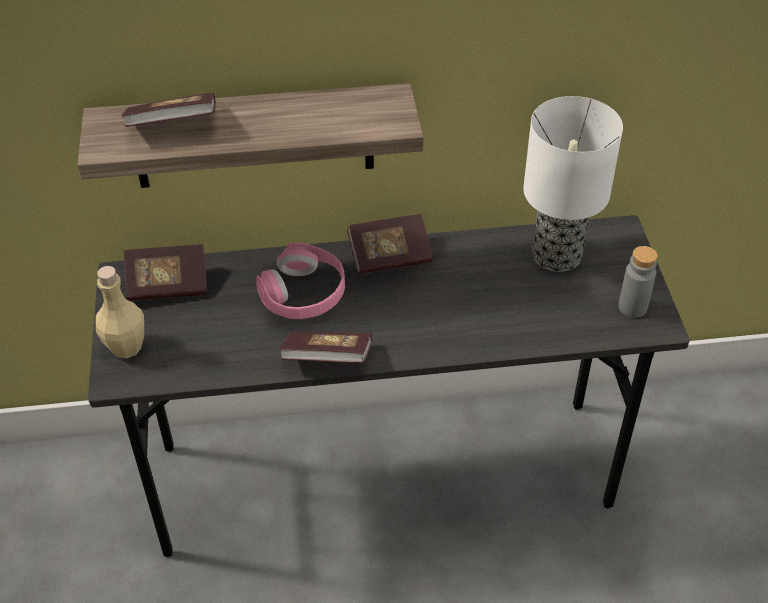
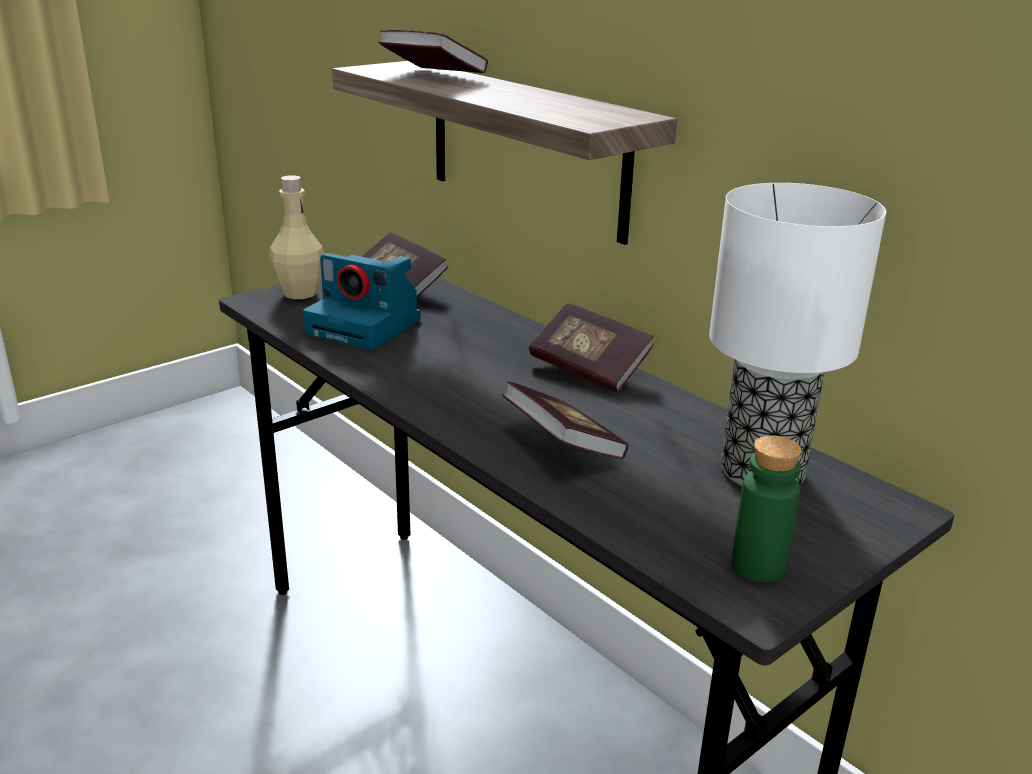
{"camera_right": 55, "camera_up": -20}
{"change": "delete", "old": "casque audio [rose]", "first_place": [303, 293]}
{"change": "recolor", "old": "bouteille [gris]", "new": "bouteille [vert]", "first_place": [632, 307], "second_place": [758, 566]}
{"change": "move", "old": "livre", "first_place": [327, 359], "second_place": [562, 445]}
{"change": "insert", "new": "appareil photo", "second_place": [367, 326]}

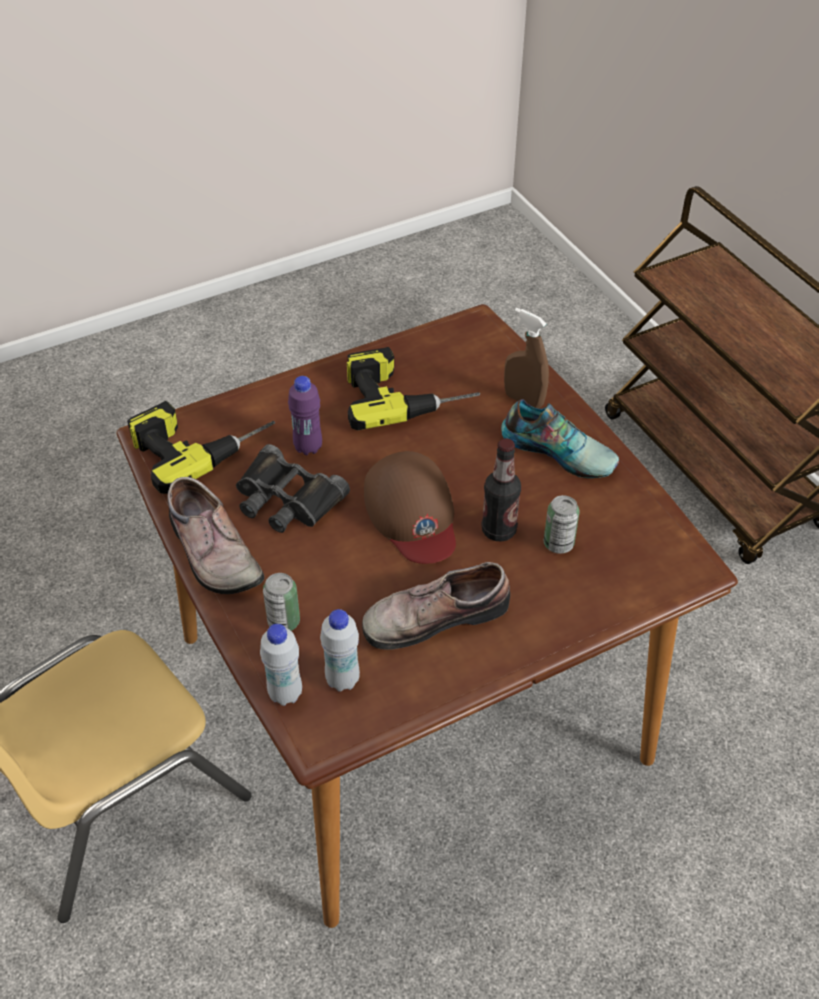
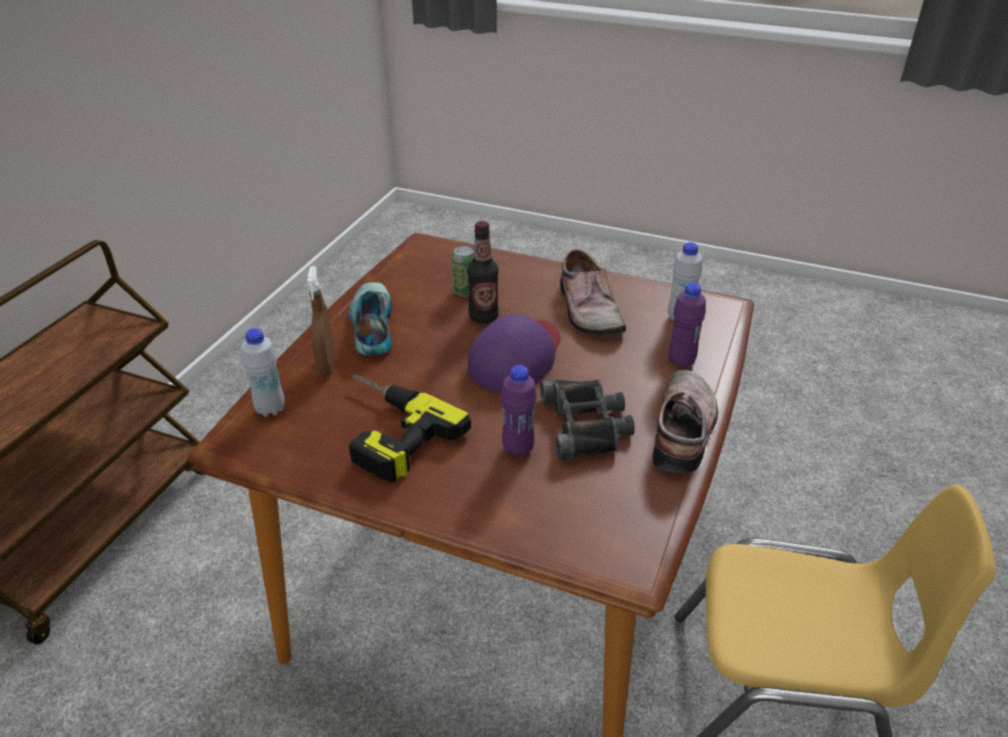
{"camera_right": -130, "camera_up": -10}
{"change": "delete", "old": "perceuse", "first_place": [199, 442]}
{"change": "recolor", "old": "casquette [marron]", "new": "casquette [violet]", "first_place": [412, 513], "second_place": [517, 358]}
{"change": "rotate", "old": "chaussure", "first_place": [433, 614], "second_place": [586, 309], "degrees": 45}
{"change": "replace", "old": "boîte métallique", "new": "bouteille [violet]", "first_place": [284, 621], "second_place": [681, 361]}
{"change": "move", "old": "bouteille [blanc]", "first_place": [285, 694], "second_place": [270, 409]}

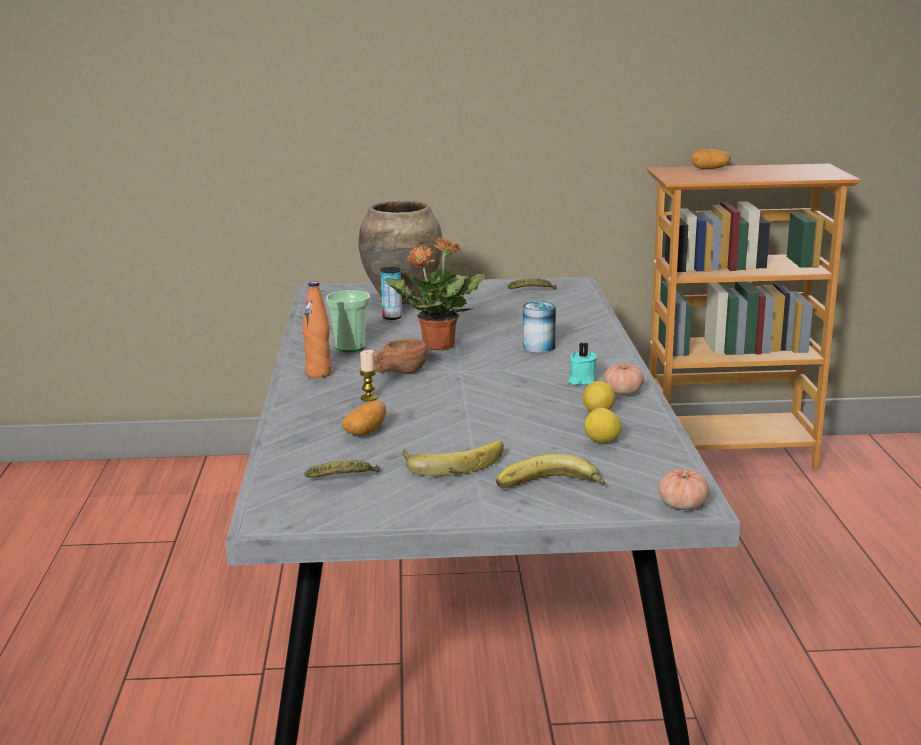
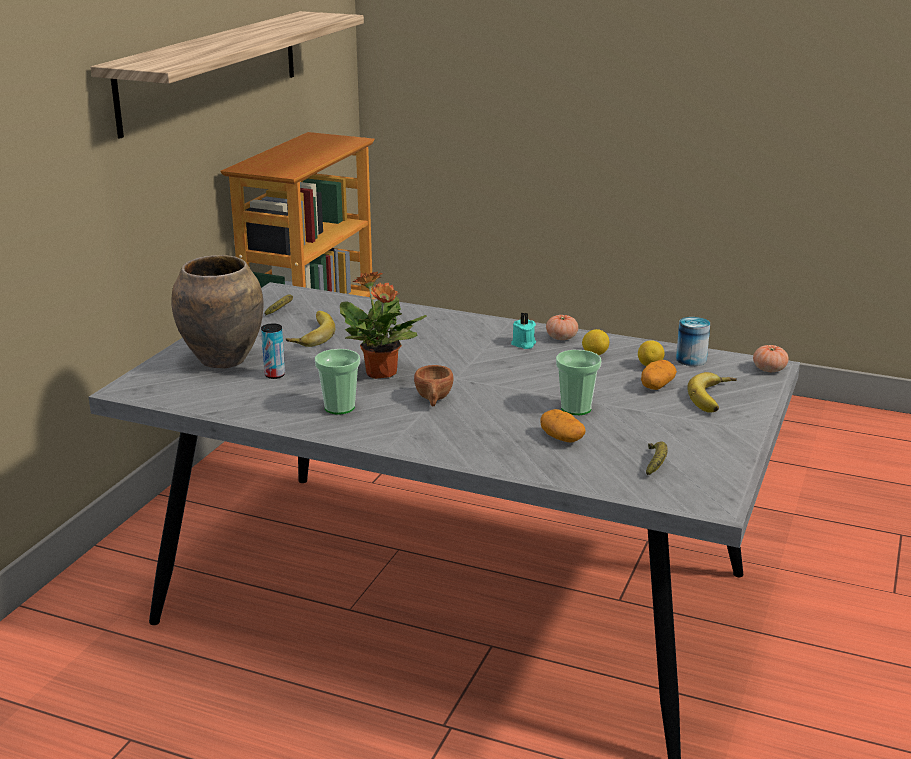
{"camera_right": -65, "camera_up": 5}
{"change": "move", "old": "pomme de terre", "first_place": [709, 169], "second_place": [657, 385]}
{"change": "delete", "old": "bouteille [orange]", "first_place": [318, 374]}
{"change": "move", "old": "boîte métallique", "first_place": [539, 347], "second_place": [691, 359]}
{"change": "delete", "old": "bougie", "first_place": [368, 398]}
{"change": "move", "old": "banane", "first_place": [453, 462], "second_place": [310, 334]}
{"change": "insert", "new": "étagère", "second_place": [211, 69]}
{"change": "insert", "new": "tasse", "second_place": [576, 408]}

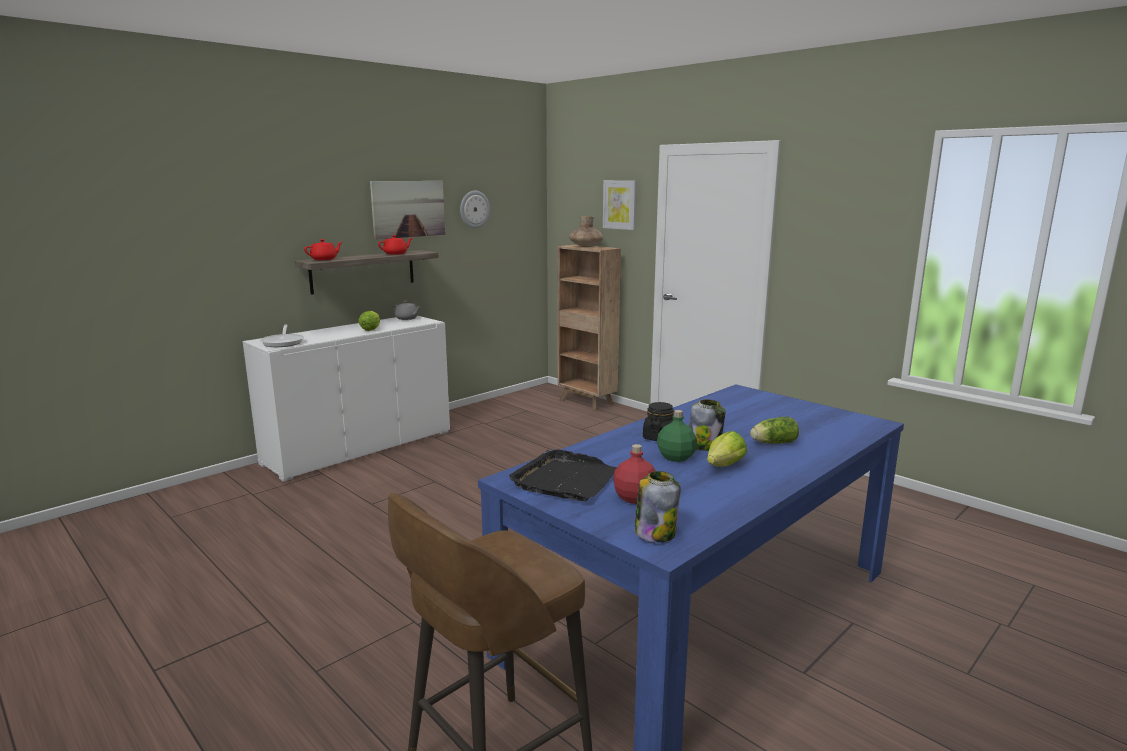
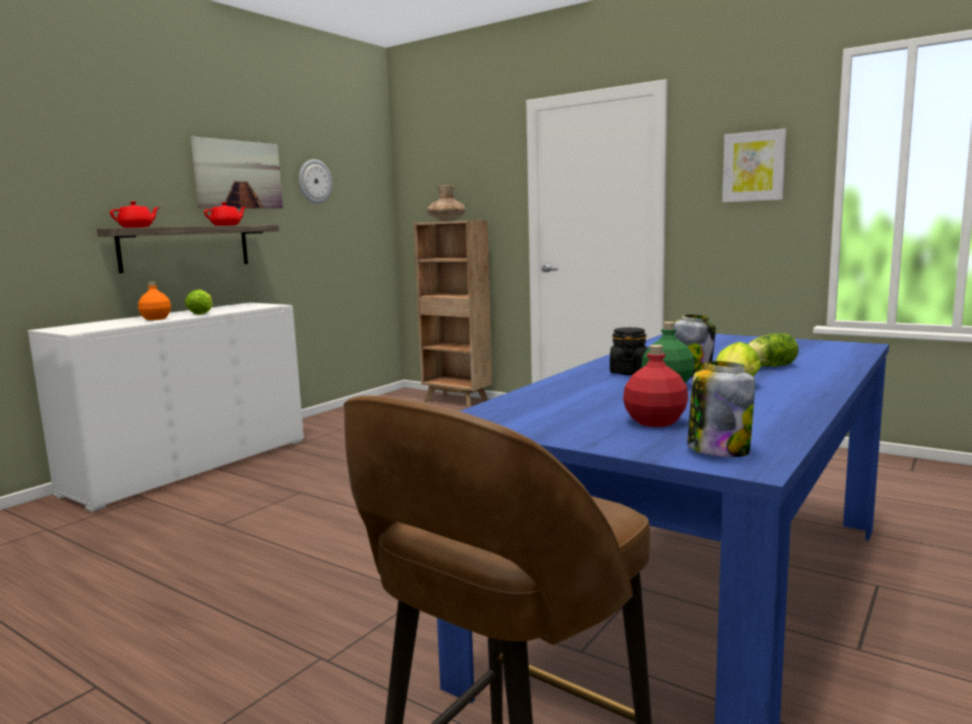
{"camera_right": -10, "camera_up": -5}
{"change": "move", "old": "tableau", "first_place": [620, 204], "second_place": [754, 166]}
{"change": "delete", "old": "théière [gris]", "first_place": [407, 318]}
{"change": "delete", "old": "poêle", "first_place": [283, 342]}
{"change": "delete", "old": "plateau [noir]", "first_place": [565, 480]}
{"change": "insert", "new": "bouteille [orange]", "second_place": [156, 319]}

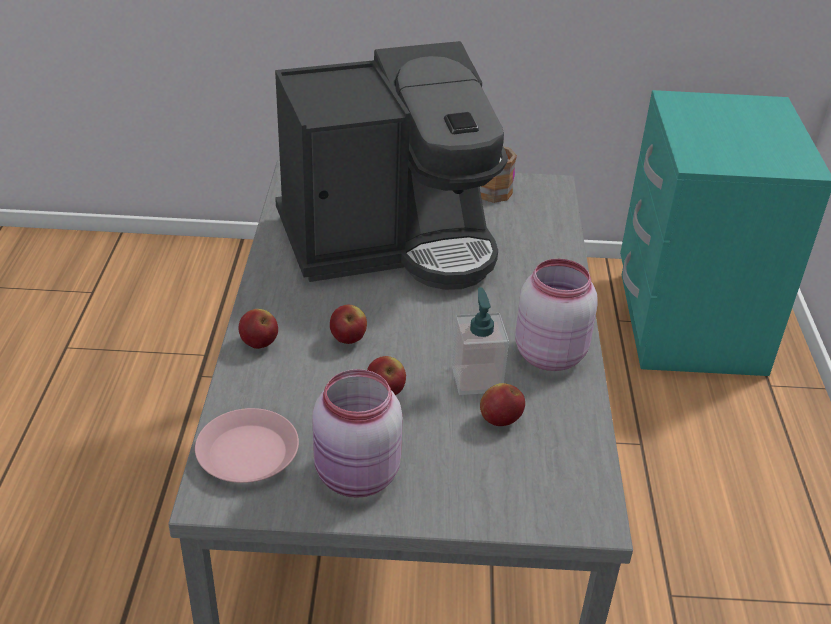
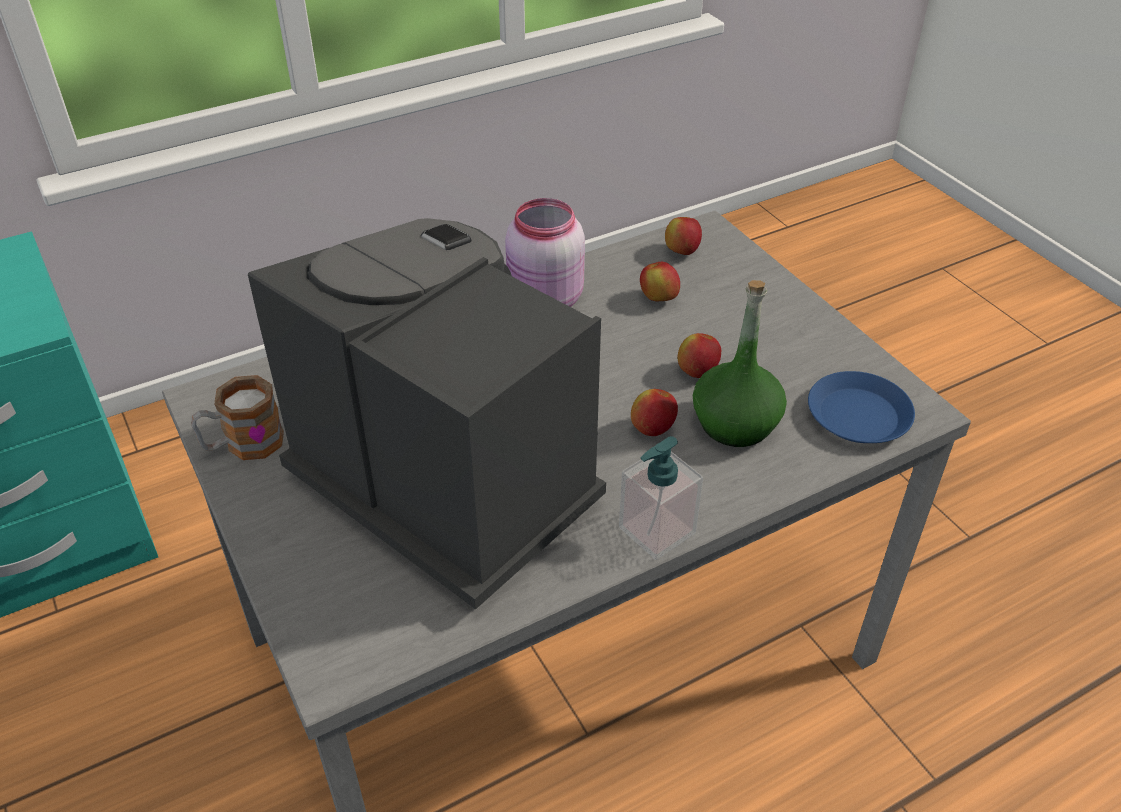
{"camera_right": -120, "camera_up": 5}
{"change": "move", "old": "distributeur de savon", "first_place": [476, 378], "second_place": [656, 530]}
{"change": "move", "old": "pomme", "first_place": [259, 344], "second_place": [681, 251]}
{"change": "delete", "old": "bocal [rose]", "first_place": [357, 477]}
{"change": "recolor", "old": "assiette [rose]", "new": "assiette [bleu]", "first_place": [247, 453], "second_place": [858, 416]}
{"change": "insert", "new": "bouteille [vert]", "second_place": [735, 423]}

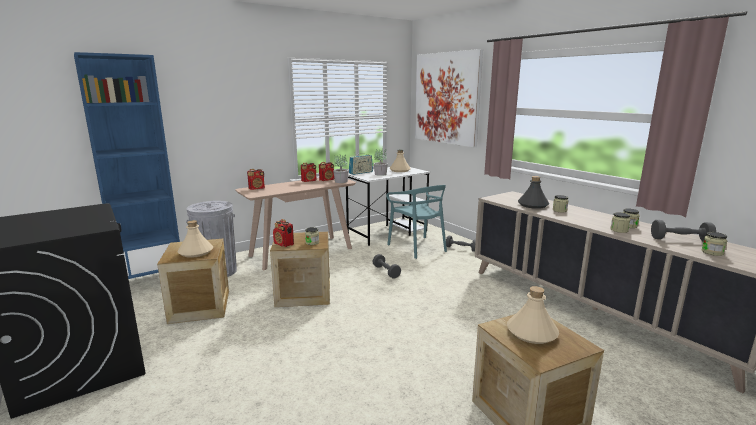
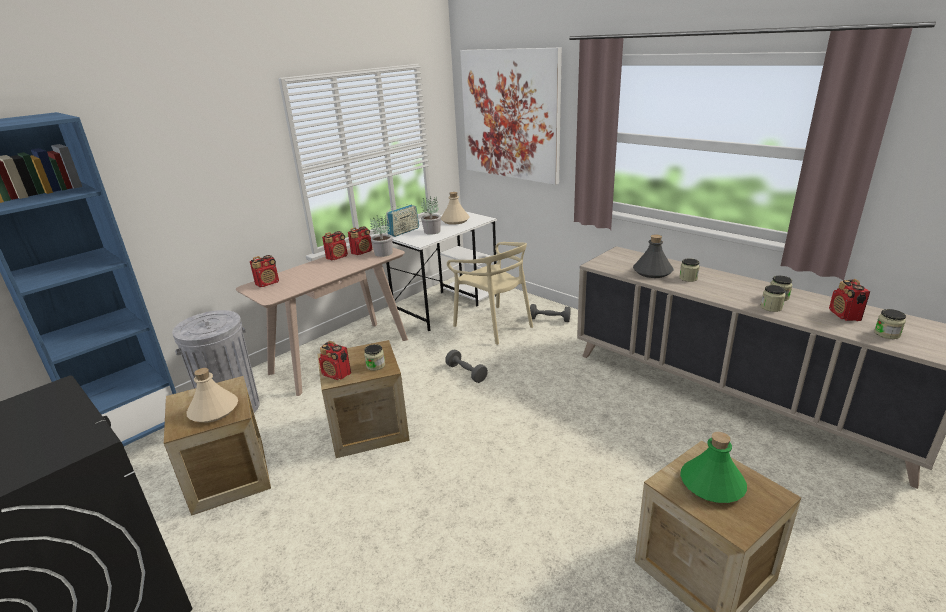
{"camera_right": -10, "camera_up": 10}
{"change": "recolor", "old": "chaise [turquoise]", "new": "chaise [beige]", "first_place": [417, 247], "second_place": [494, 325]}
{"change": "replace", "old": "haltère [gris]", "new": "radio", "first_place": [680, 240], "second_place": [844, 315]}
{"change": "recolor", "old": "bouteille [beige]", "new": "bouteille [vert]", "first_place": [531, 332], "second_place": [711, 484]}

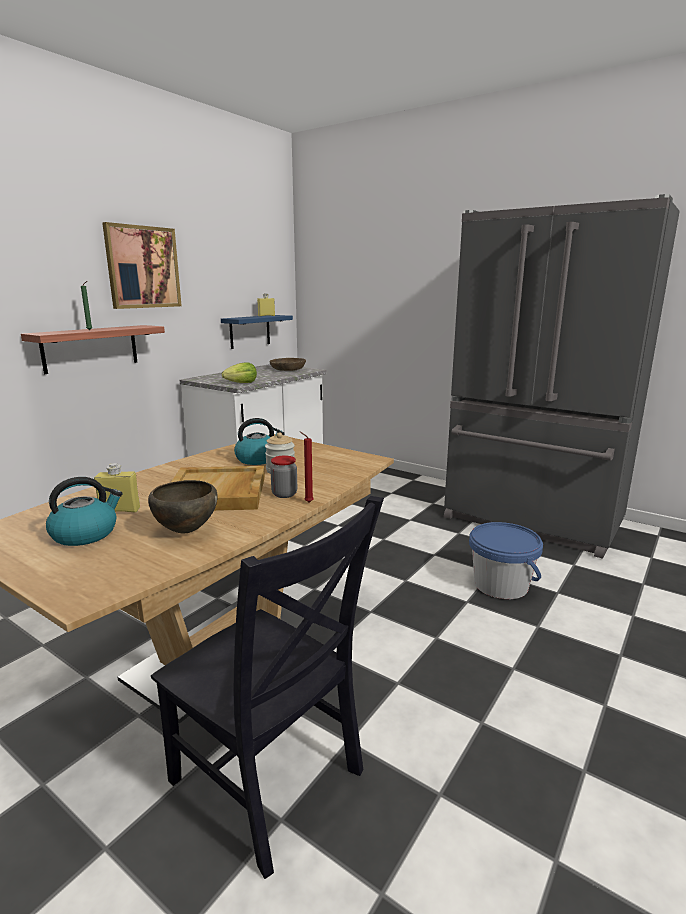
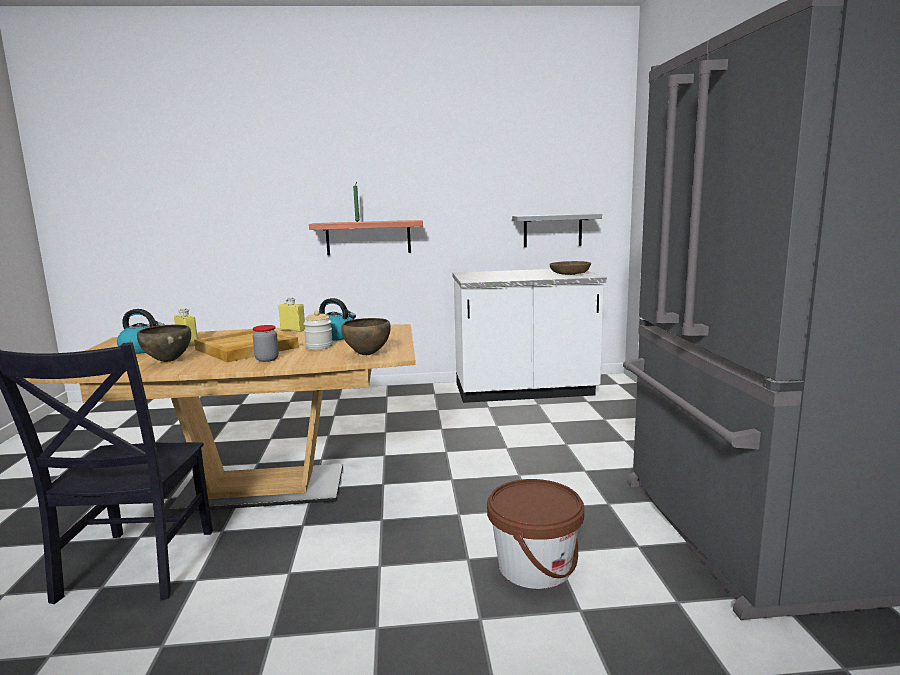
{"camera_right": 50, "camera_up": -5}
{"change": "delete", "old": "tableau", "first_place": [143, 267]}
{"change": "move", "old": "bouteille [jaune]", "first_place": [266, 316], "second_place": [293, 330]}
{"change": "recolor", "old": "étagère [bleu]", "new": "étagère [gris]", "first_place": [250, 331], "second_place": [552, 230]}
{"change": "delete", "old": "laitue", "first_place": [241, 383]}
{"change": "delete", "old": "bougie [rouge]", "first_place": [307, 502]}
{"change": "recolor", "old": "seau [bleu]", "new": "seau [marron]", "first_place": [501, 585], "second_place": [535, 566]}
{"change": "insert", "new": "bol [marron]", "second_place": [367, 354]}

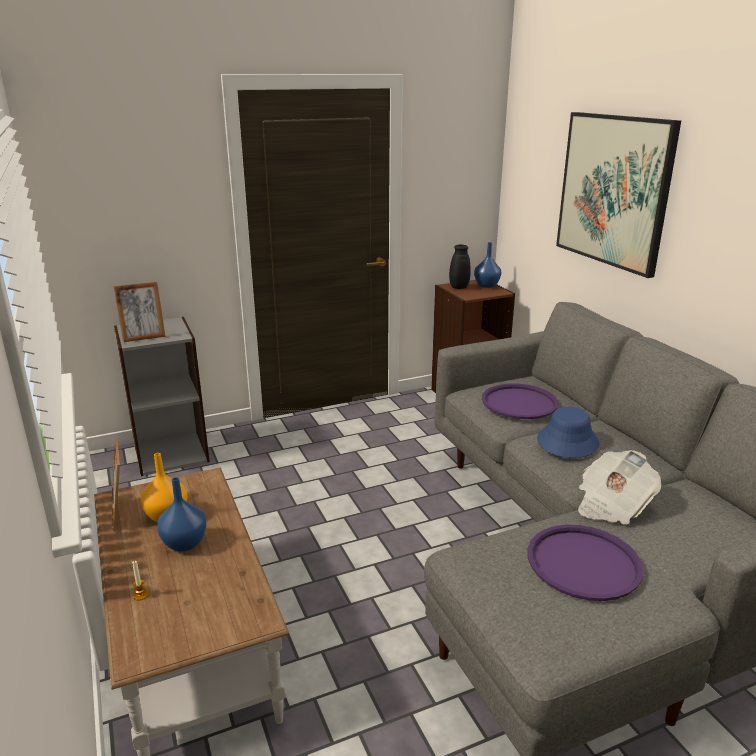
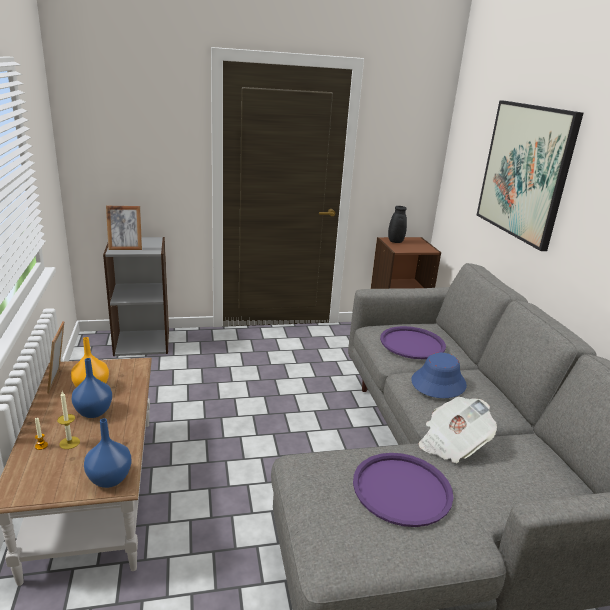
{"camera_right": 10, "camera_up": 0}
{"change": "move", "old": "vase [bleu]", "first_place": [487, 285], "second_place": [110, 478]}
{"change": "insert", "new": "bougie", "second_place": [69, 443]}

